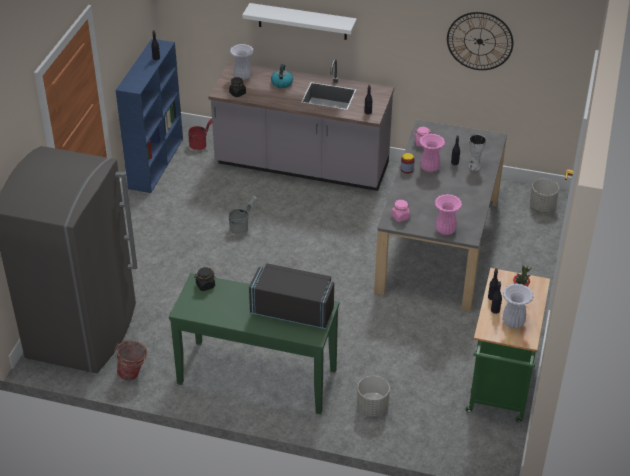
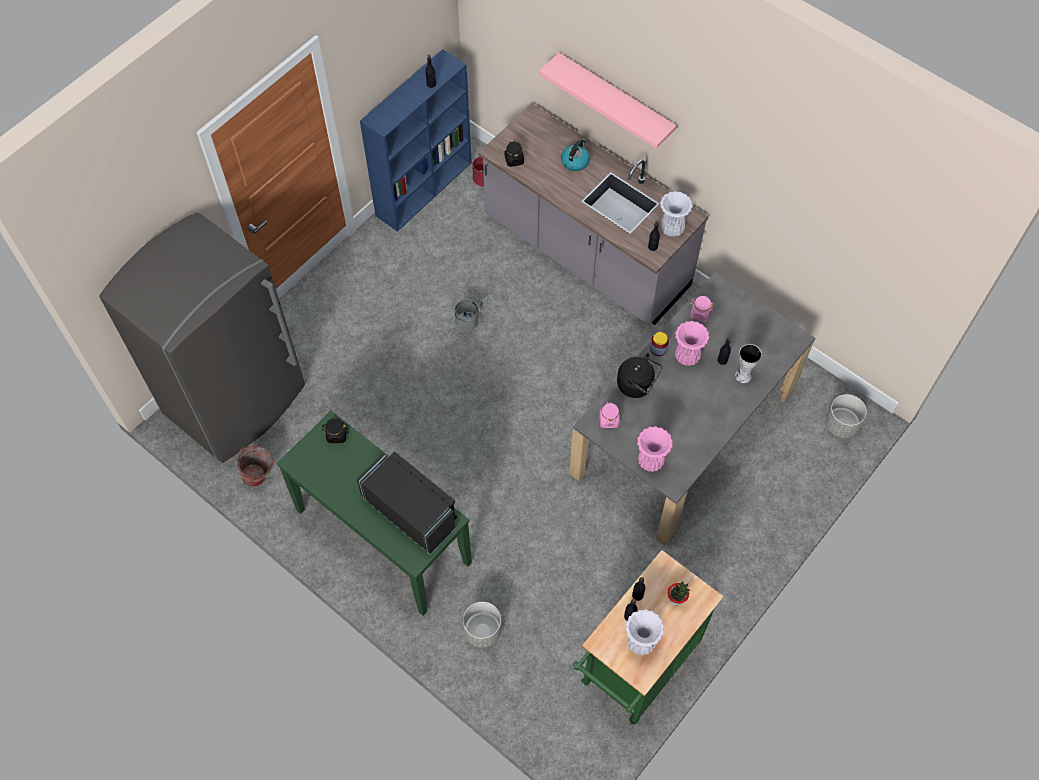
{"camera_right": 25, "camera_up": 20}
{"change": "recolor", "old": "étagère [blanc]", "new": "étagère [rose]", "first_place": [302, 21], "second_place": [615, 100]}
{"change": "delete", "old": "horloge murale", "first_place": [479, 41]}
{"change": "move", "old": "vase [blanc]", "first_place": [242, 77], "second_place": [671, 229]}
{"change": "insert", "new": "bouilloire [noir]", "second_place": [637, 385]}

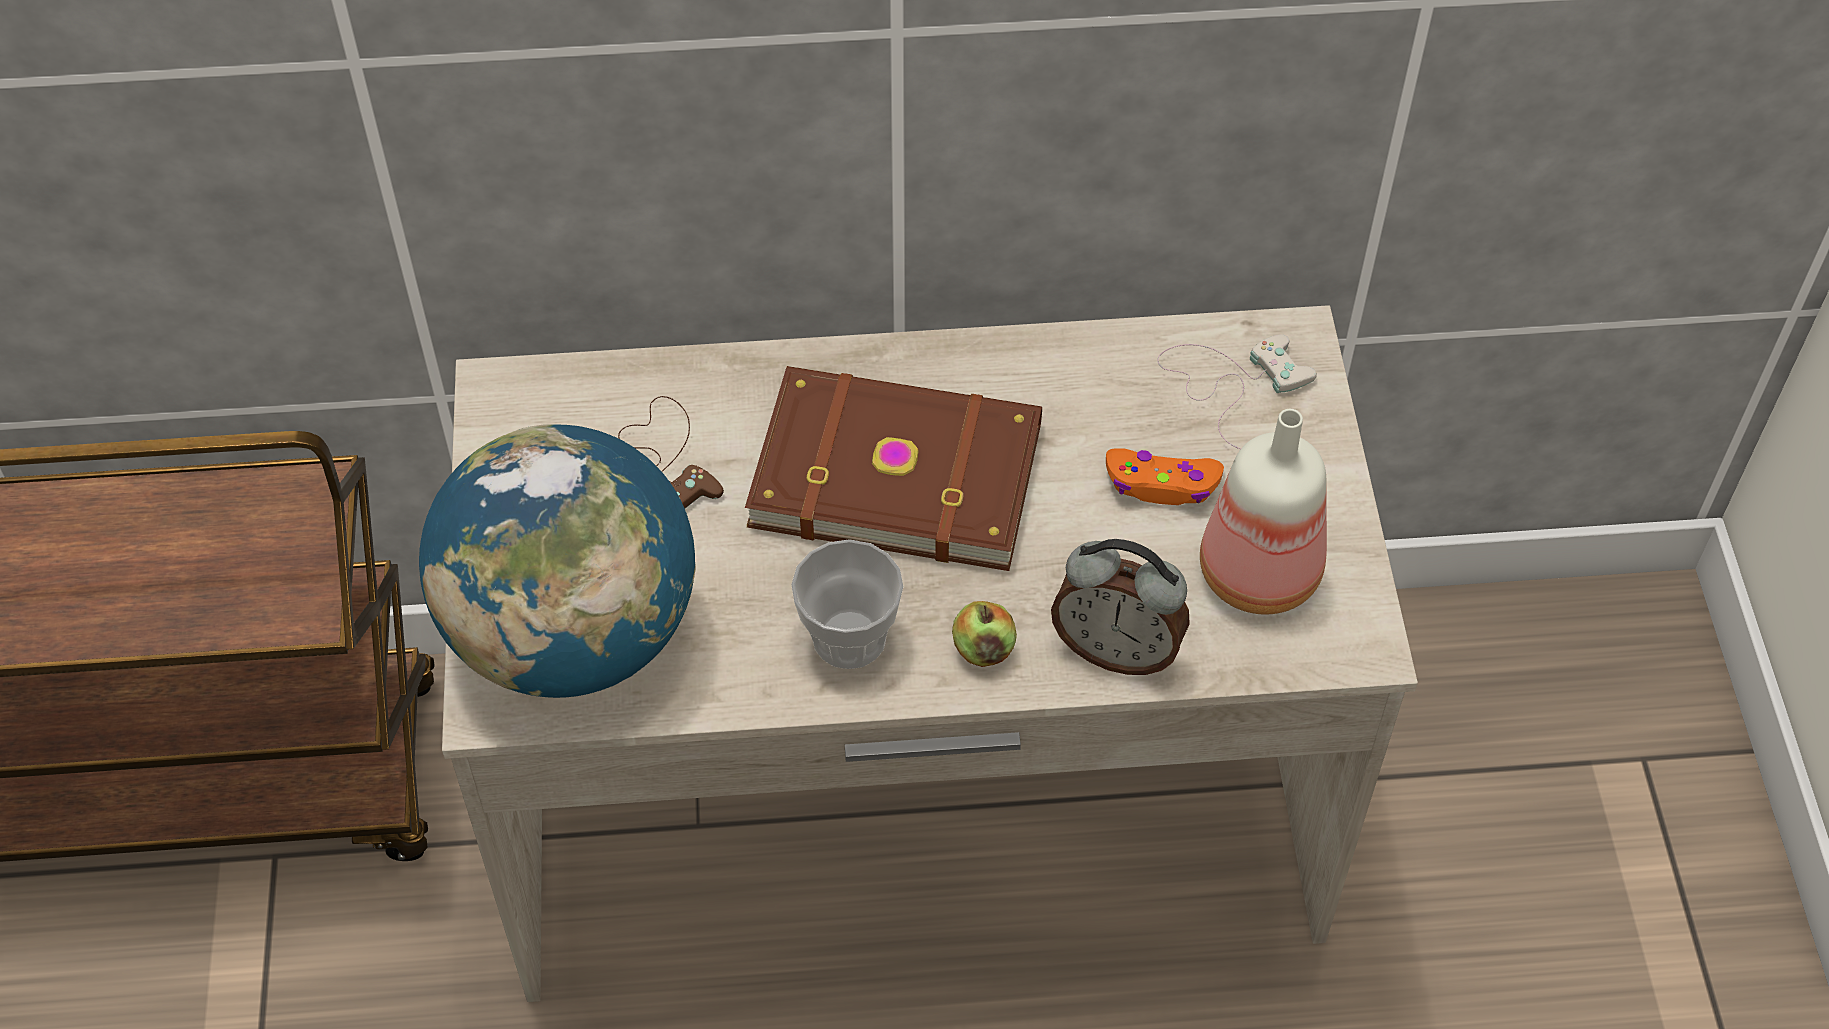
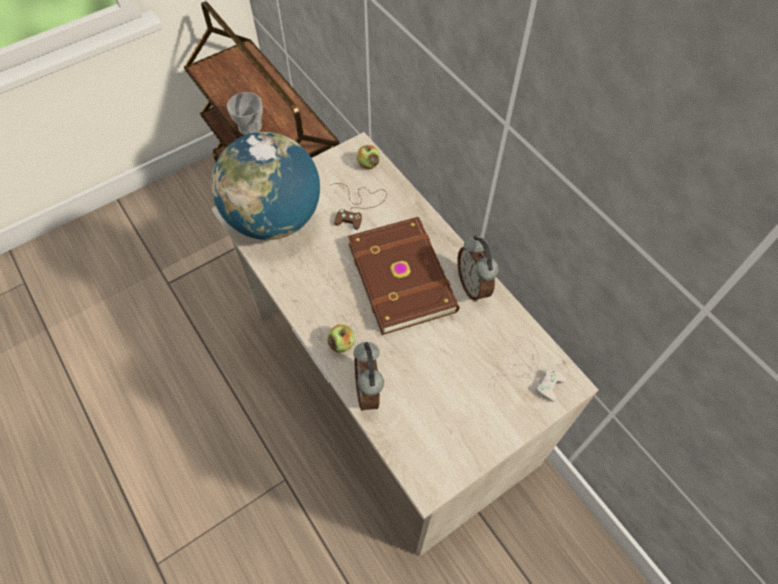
{"camera_right": 60, "camera_up": 5}
{"change": "delete", "old": "bouteille", "first_place": [1262, 575]}
{"change": "delete", "old": "manette [orange]", "first_place": [1162, 484]}
{"change": "move", "old": "tasse", "first_place": [849, 638], "second_place": [250, 127]}
{"change": "insert", "new": "pomme", "second_place": [368, 164]}
{"change": "insert", "new": "réveil", "second_place": [474, 286]}

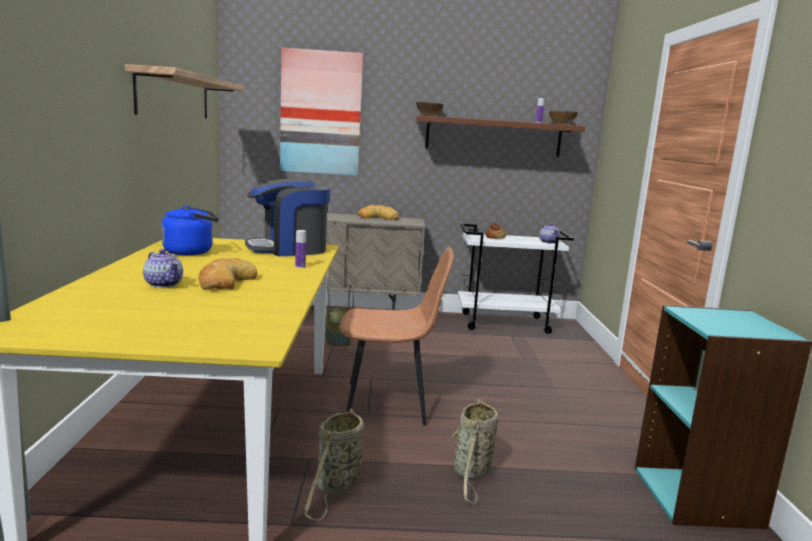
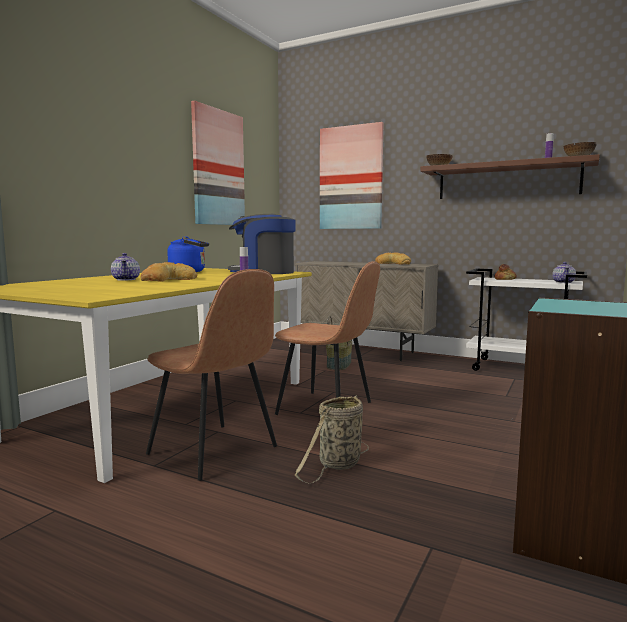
{"camera_right": 30, "camera_up": -5}
{"change": "replace", "old": "étagère", "new": "tableau", "first_place": [175, 96], "second_place": [218, 168]}
{"change": "replace", "old": "panier", "new": "chaise [marron]", "first_place": [336, 487], "second_place": [214, 451]}

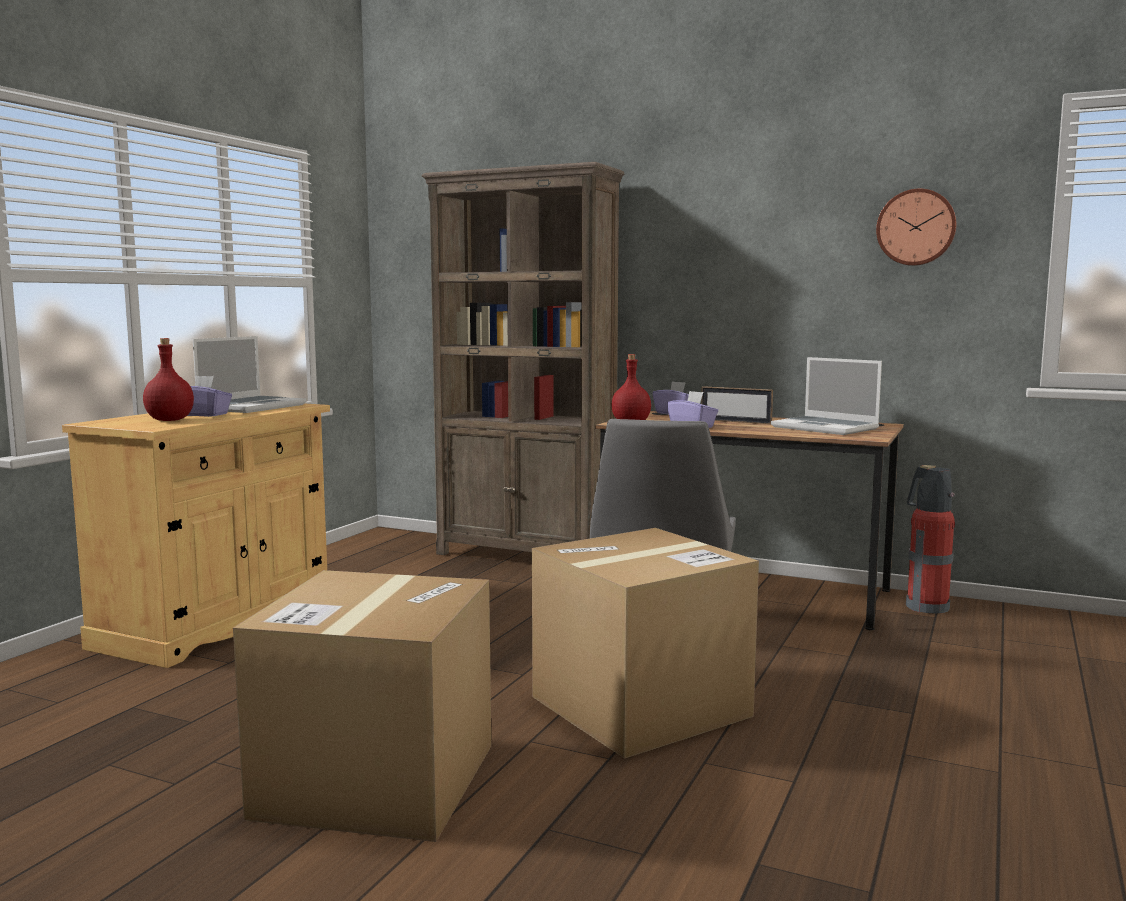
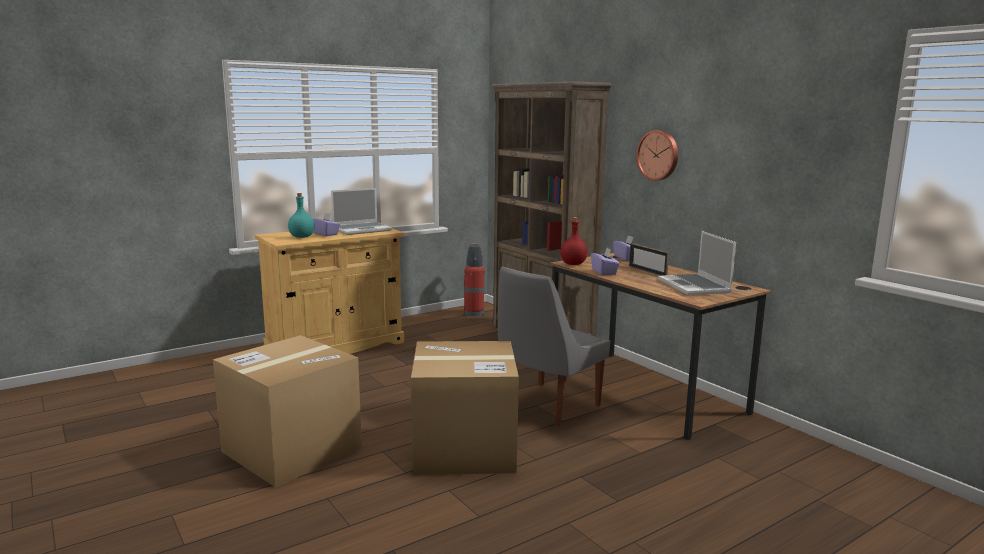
{"camera_right": 30, "camera_up": 5}
{"change": "move", "old": "horloge murale", "first_place": [916, 227], "second_place": [658, 155]}
{"change": "recolor", "old": "bouteille [rouge]", "new": "bouteille [turquoise]", "first_place": [169, 420], "second_place": [301, 237]}
{"change": "move", "old": "extincteur", "first_place": [925, 606], "second_place": [474, 313]}

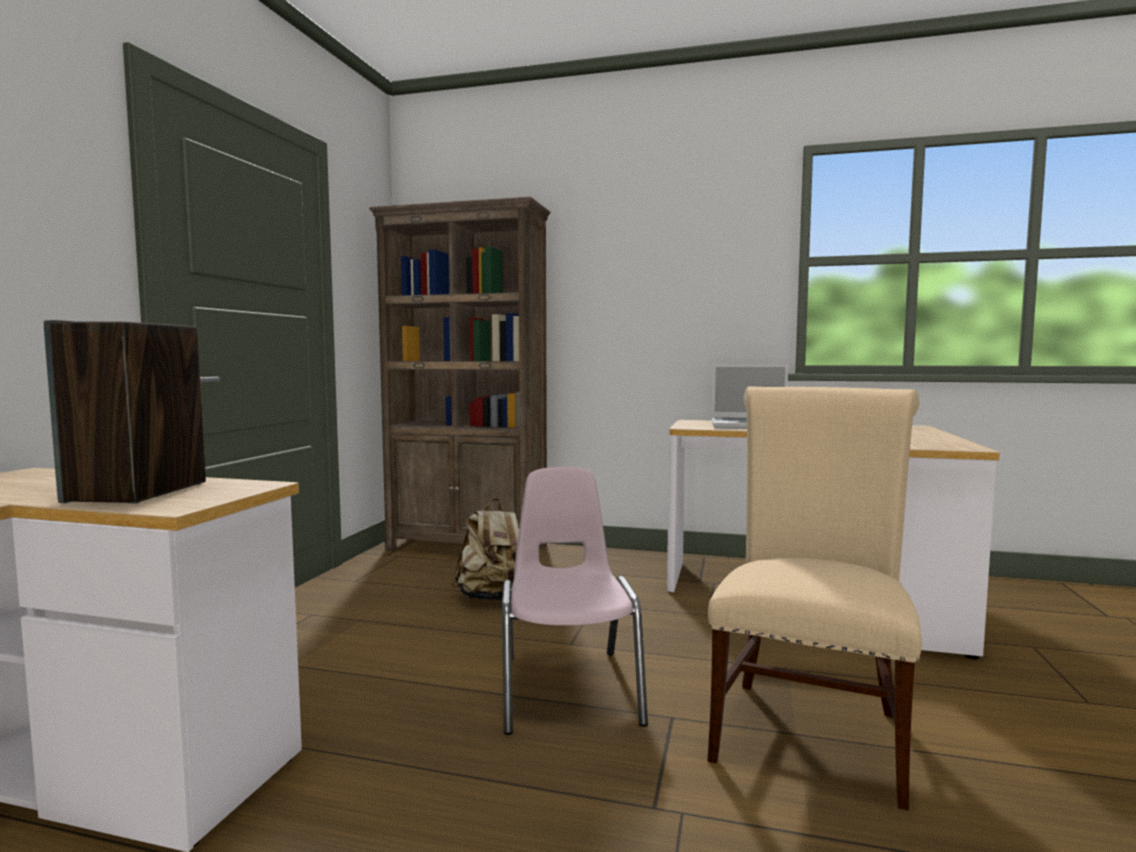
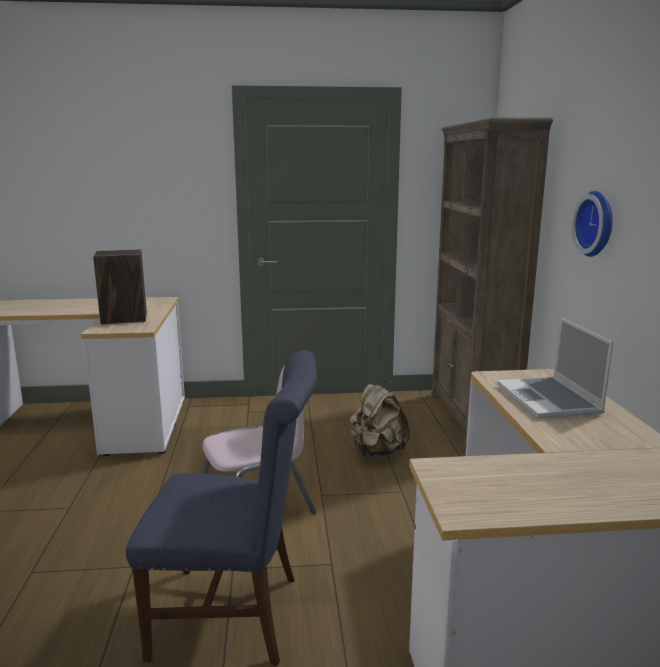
{"camera_right": 70, "camera_up": 10}
{"change": "recolor", "old": "chaise [beige]", "new": "chaise [bleu]", "first_place": [810, 729], "second_place": [237, 615]}
{"change": "insert", "new": "horloge murale", "second_place": [597, 224]}

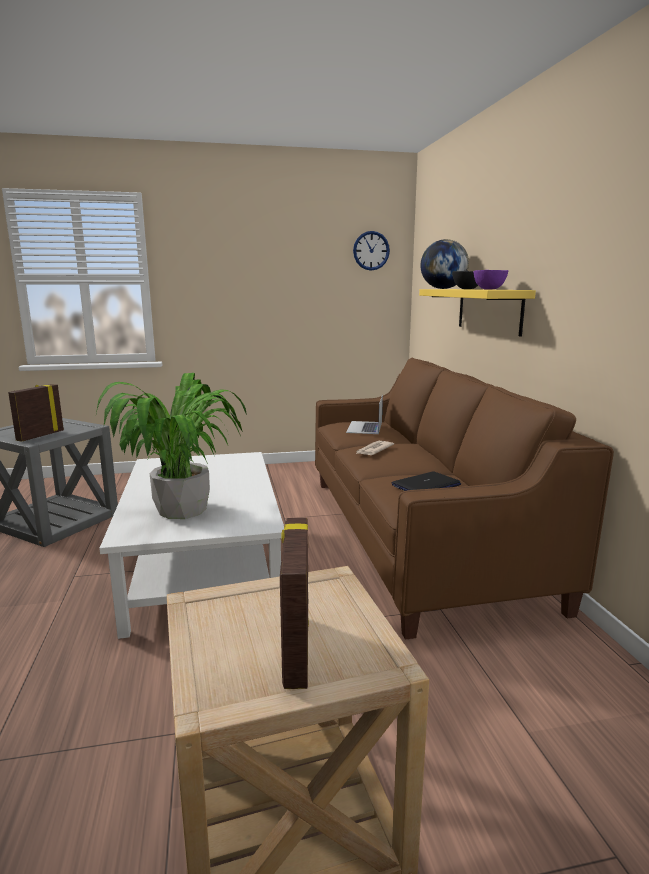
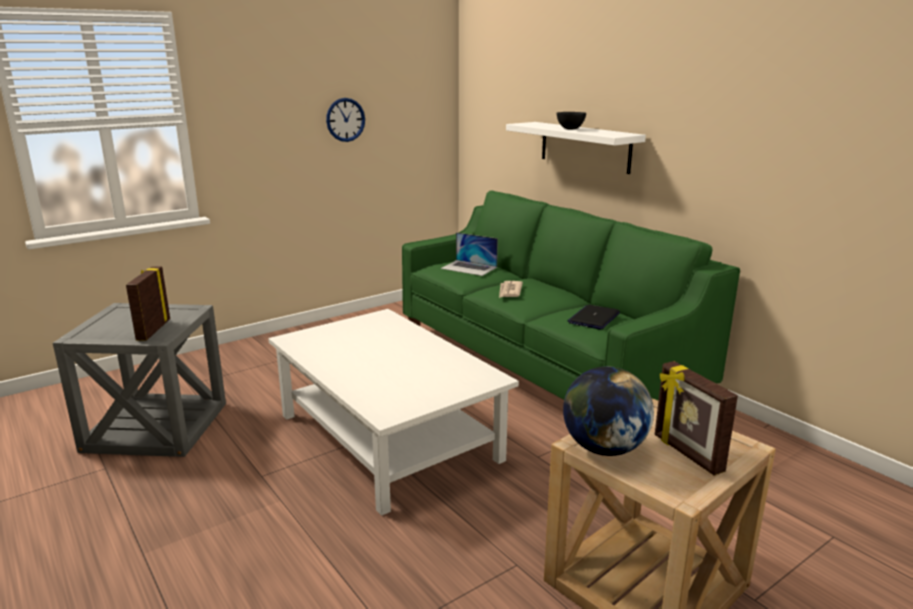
{"camera_right": -25, "camera_up": 5}
{"change": "move", "old": "horloge murale", "first_place": [371, 250], "second_place": [345, 119]}
{"change": "move", "old": "globe", "first_place": [442, 288], "second_place": [604, 448]}
{"change": "delete", "old": "bol [violet]", "first_place": [489, 289]}
{"change": "recolor", "old": "étagère [jaune]", "new": "étagère [blanc]", "first_place": [489, 310], "second_place": [584, 147]}
{"change": "recolor", "old": "canapé [marron]", "new": "canapé [vert]", "first_place": [417, 536], "second_place": [544, 364]}
{"change": "delete", "old": "plante en pot", "first_place": [182, 510]}
{"change": "rotate", "old": "ordinateur portable", "first_place": [364, 427], "second_place": [469, 268], "degrees": -45}

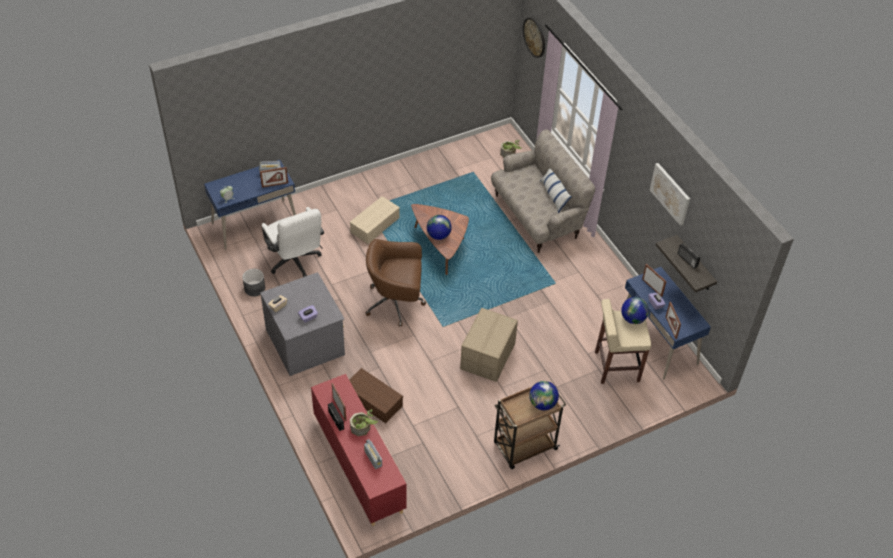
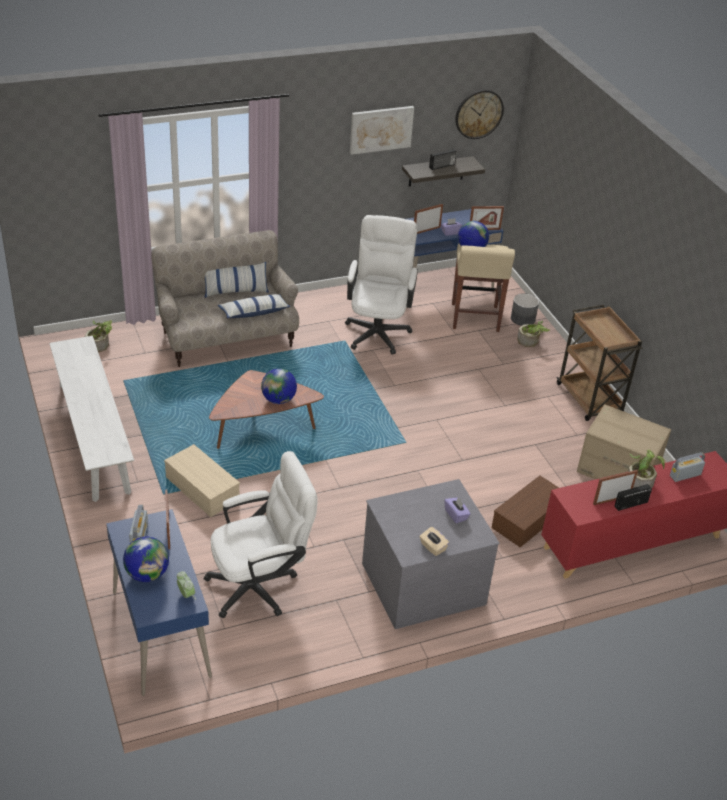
{"camera_right": -85, "camera_up": -10}
{"change": "move", "old": "horloge murale", "first_place": [534, 37], "second_place": [479, 114]}
{"change": "delete", "old": "chaise de bureau [marron]", "first_place": [396, 303]}
{"change": "move", "old": "cache-pot [gris]", "first_place": [255, 288], "second_place": [523, 319]}
{"change": "move", "old": "carton", "first_place": [488, 356], "second_place": [618, 469]}
{"change": "move", "old": "globe", "first_place": [542, 404], "second_place": [147, 574]}
{"change": "insert", "new": "chaise de bureau [blanc]", "second_place": [378, 329]}
{"change": "insert", "new": "coussin", "second_place": [254, 312]}
{"change": "insert", "new": "plante en pot", "second_place": [530, 342]}
{"change": "insert", "new": "banc [blanc]", "second_place": [93, 436]}

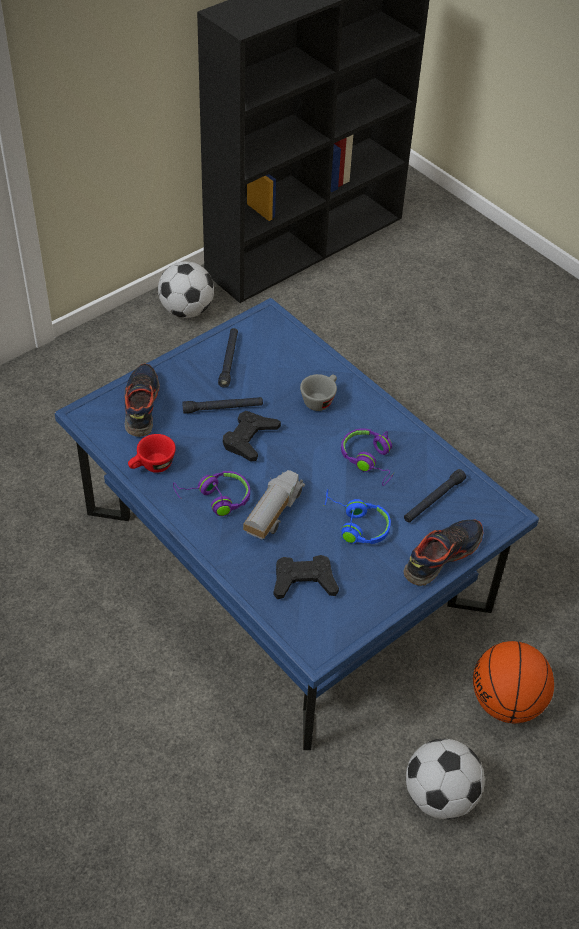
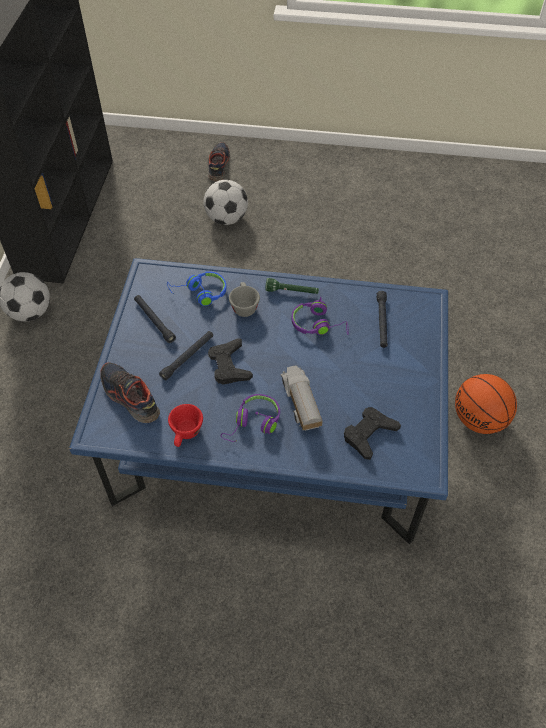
{"camera_right": -40, "camera_up": 5}
{"change": "move", "old": "casque audio [bleu]", "first_place": [355, 525], "second_place": [200, 293]}
{"change": "move", "old": "chaussure", "first_place": [441, 556], "second_place": [218, 166]}
{"change": "move", "old": "ballon de foot", "first_place": [440, 796], "second_place": [226, 218]}
{"change": "insert", "new": "lampe de poche [vert]", "second_place": [292, 292]}

